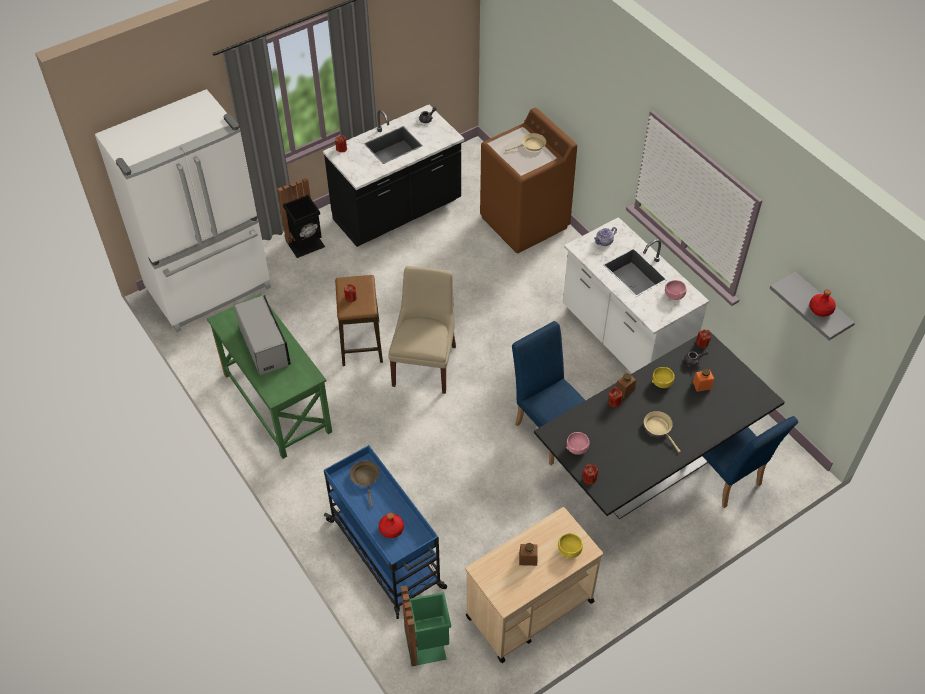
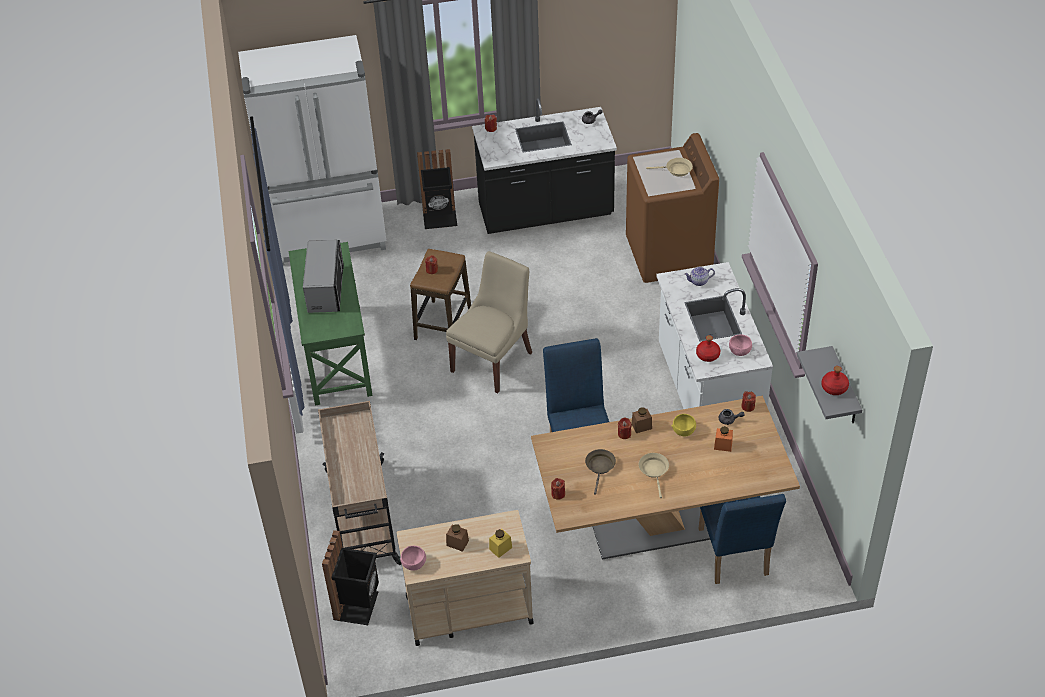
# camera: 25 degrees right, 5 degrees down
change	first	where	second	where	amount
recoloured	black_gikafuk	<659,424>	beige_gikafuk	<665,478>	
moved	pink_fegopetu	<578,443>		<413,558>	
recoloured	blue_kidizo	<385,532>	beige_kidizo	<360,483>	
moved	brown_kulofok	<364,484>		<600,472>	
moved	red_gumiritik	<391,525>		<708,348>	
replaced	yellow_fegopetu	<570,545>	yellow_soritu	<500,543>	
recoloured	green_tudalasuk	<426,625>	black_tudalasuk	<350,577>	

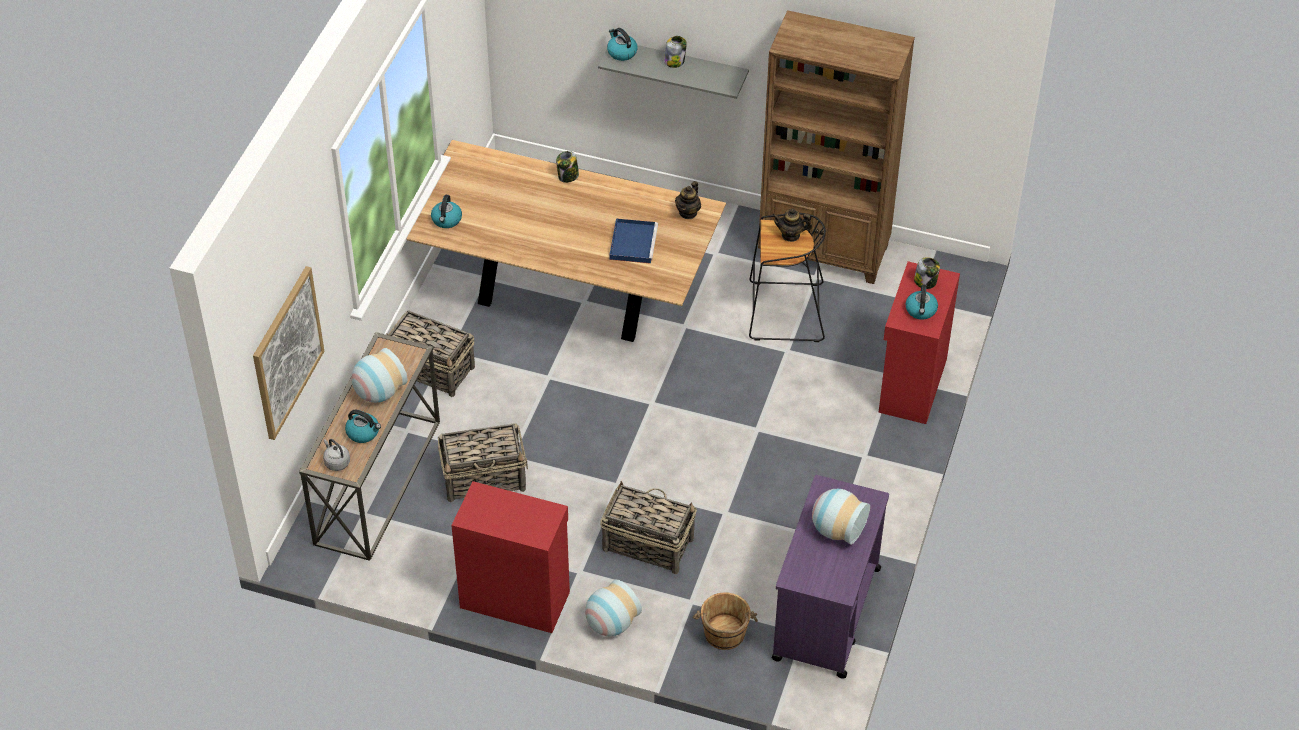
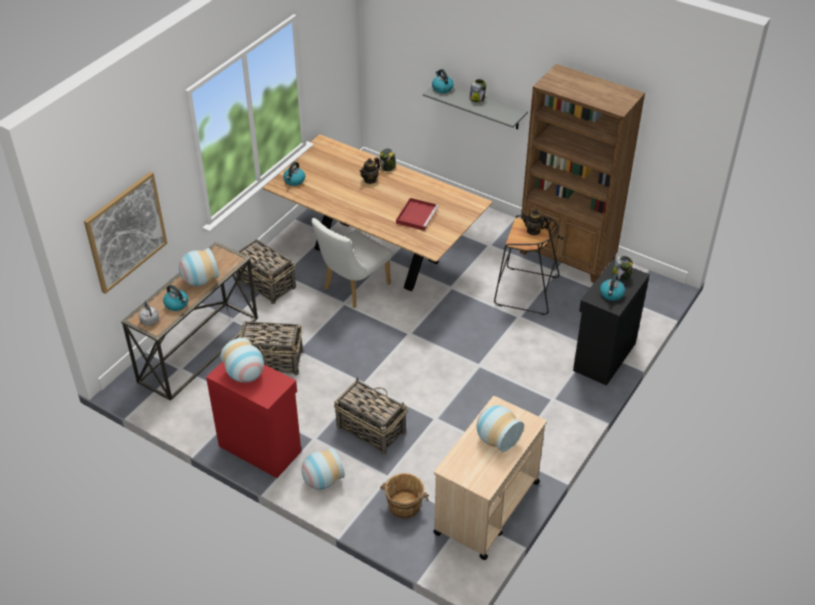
# camera: 15 degrees right, 5 degrees down
change	first	where	second	where	amount
moved	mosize	<688,200>		<370,170>	
recoloured	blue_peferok	<633,241>	red_peferok	<417,214>	
recoloured	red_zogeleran	<919,342>	black_zogeleran	<611,323>	
recoloured	purple_kidizo	<830,577>	beige_kidizo	<490,478>	
added			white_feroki	<351,263>	
added			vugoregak	<242,360>	

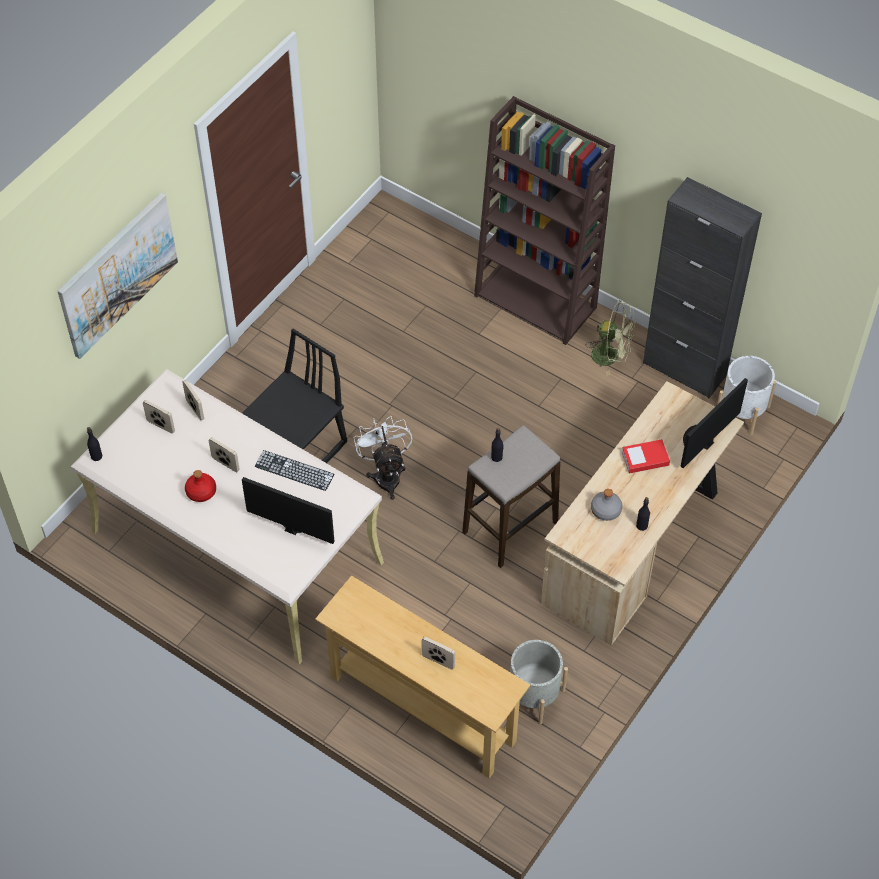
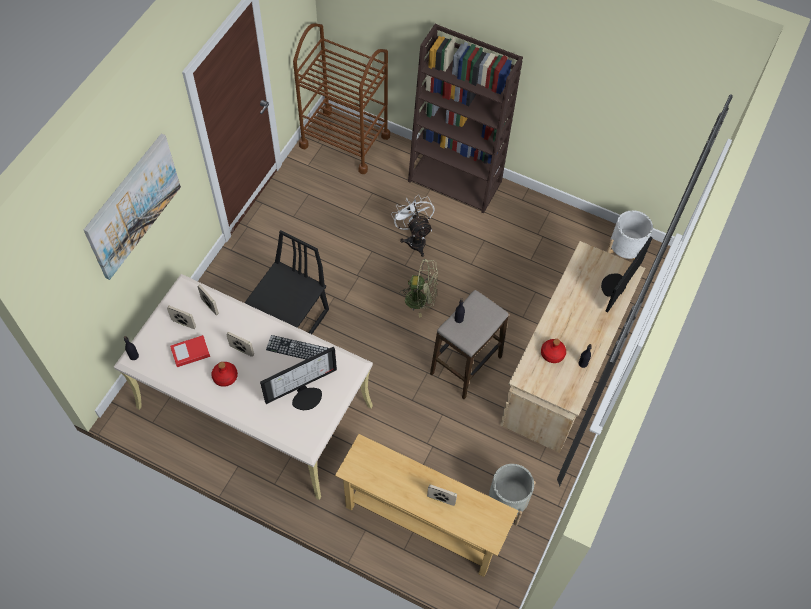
# camera: 10 degrees left, 5 degrees up
change	first	where	second	where	amount
removed	black_zogeleran	<702,287>			
moved	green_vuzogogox	<610,338>		<419,288>	
moved	white_vuzogogox	<383,458>		<413,225>	
moved	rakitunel	<646,456>		<190,351>	
turned	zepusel	<288,510>		<298,378>	135 degrees clockwise
recoloured	grey_gumiritik	<606,505>	red_gumiritik	<553,351>	
added			brown_kidizo	<341,99>	

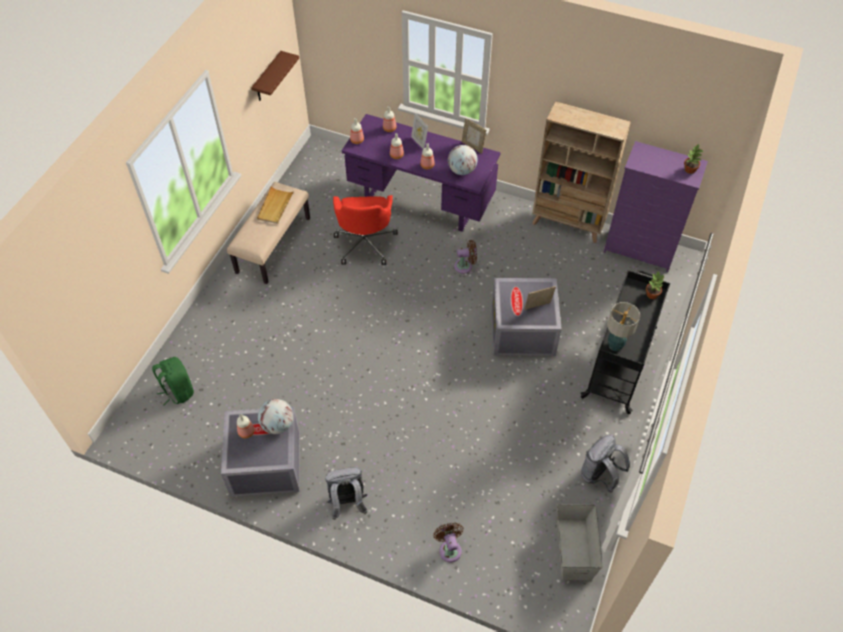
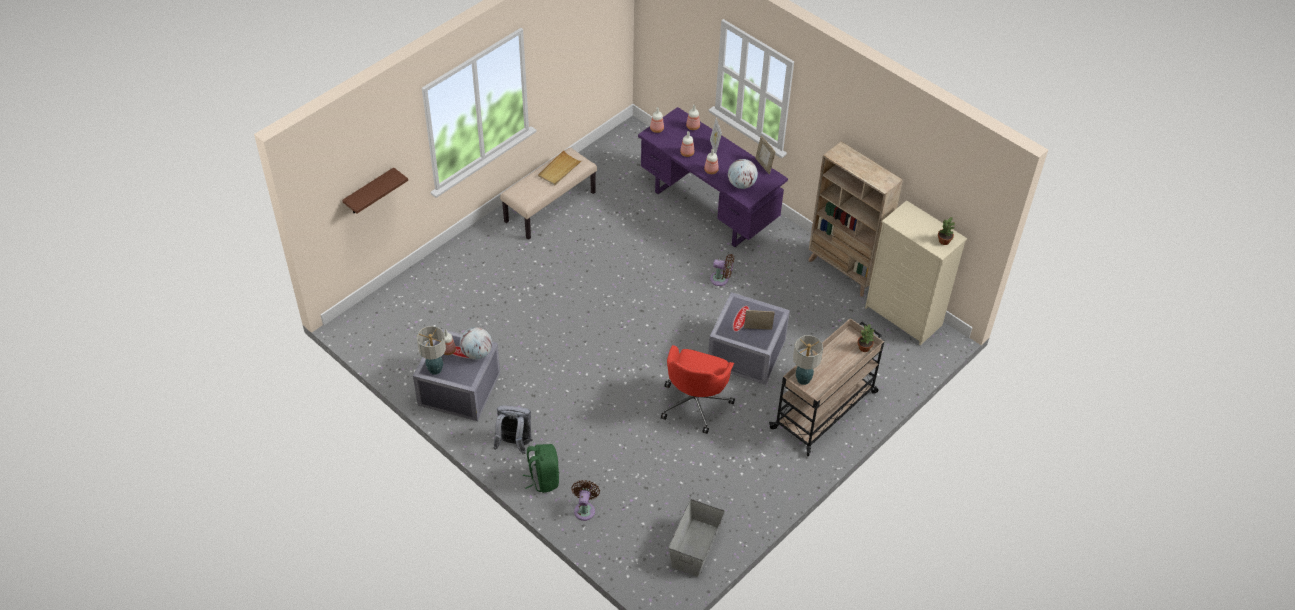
# camera: 20 degrees right, 5 degrees down
change	first	where	second	where	amount
moved	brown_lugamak	<275,76>		<375,190>	
recoloured	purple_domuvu	<656,206>	beige_domuvu	<916,272>	
moved	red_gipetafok	<365,230>		<698,389>	
recoloured	black_kidizo	<625,342>	beige_kidizo	<826,387>	
moved	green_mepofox	<173,381>		<541,468>	
removed	grey_mepofox	<605,464>			
added			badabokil	<431,350>	

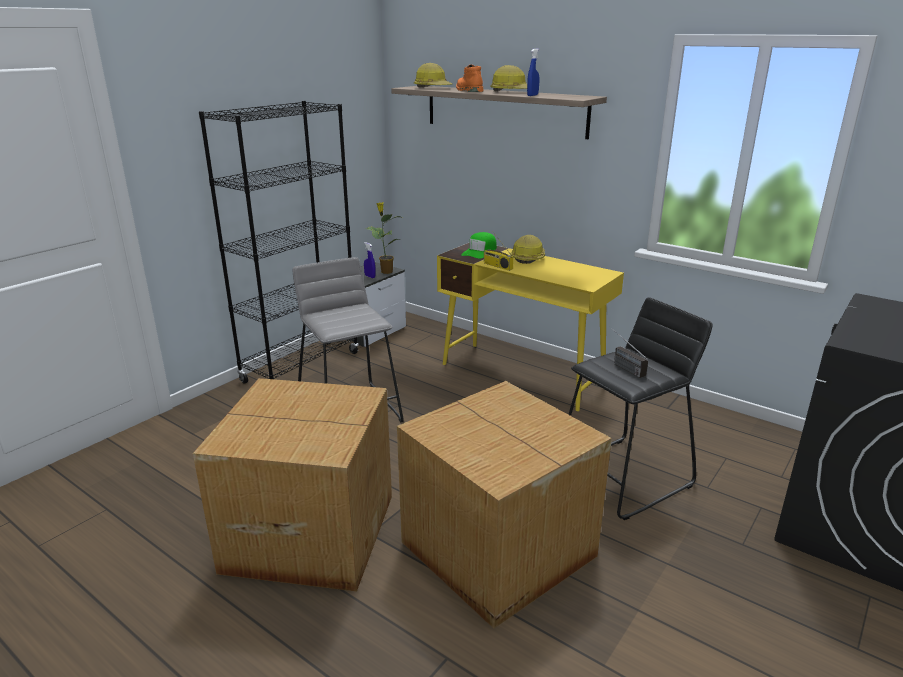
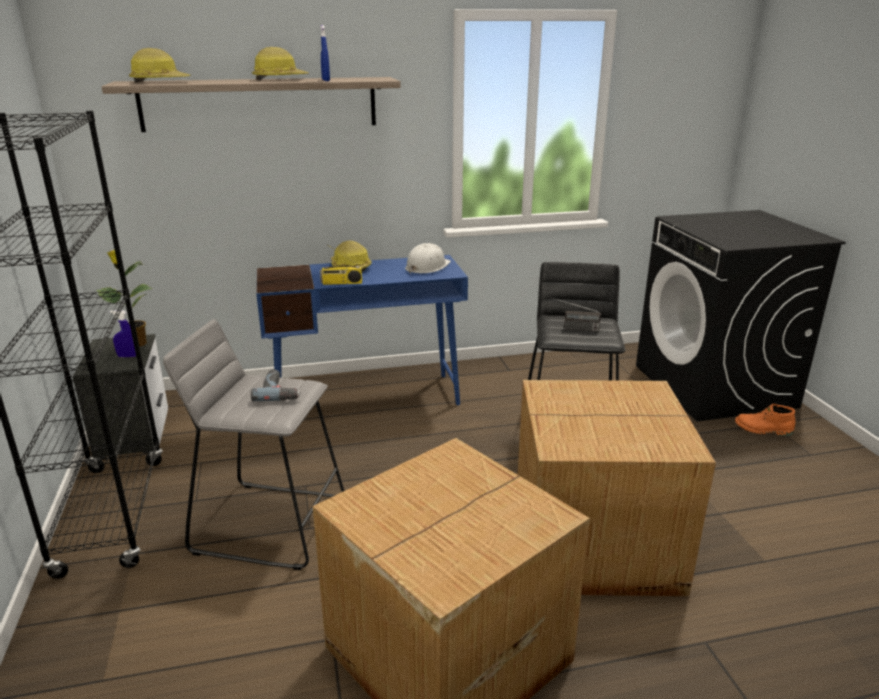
# camera: 50 degrees left, 0 degrees up
change	first	where	second	where	amount
moved	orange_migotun	<469,78>		<765,420>	
removed	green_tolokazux	<479,245>			
recoloured	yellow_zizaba	<530,327>	blue_zizaba	<362,330>	
added			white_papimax	<428,258>	
added			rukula	<276,385>	

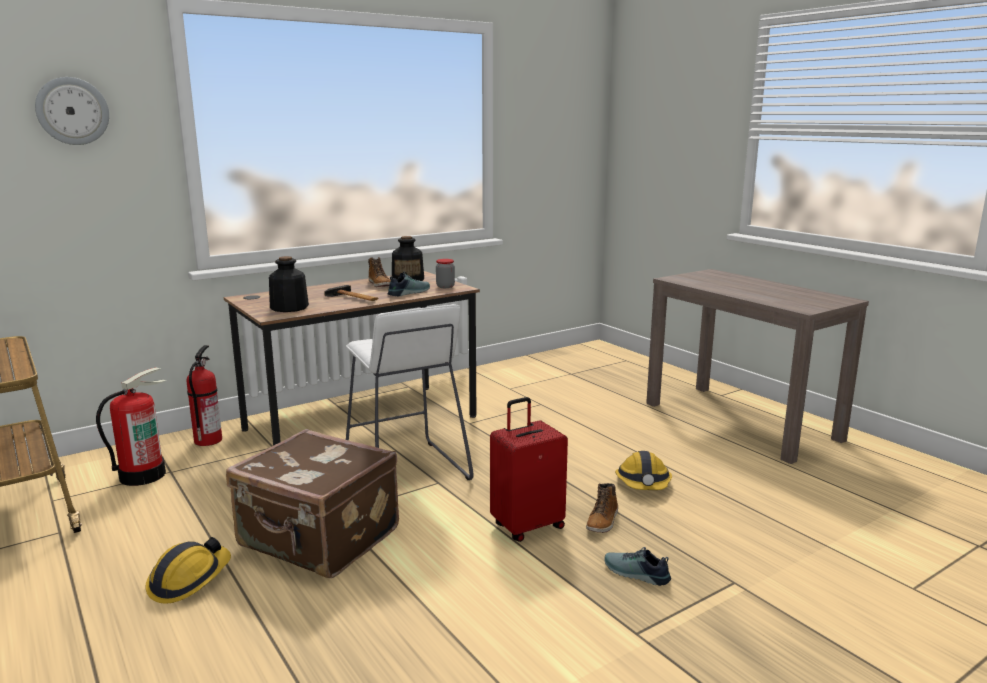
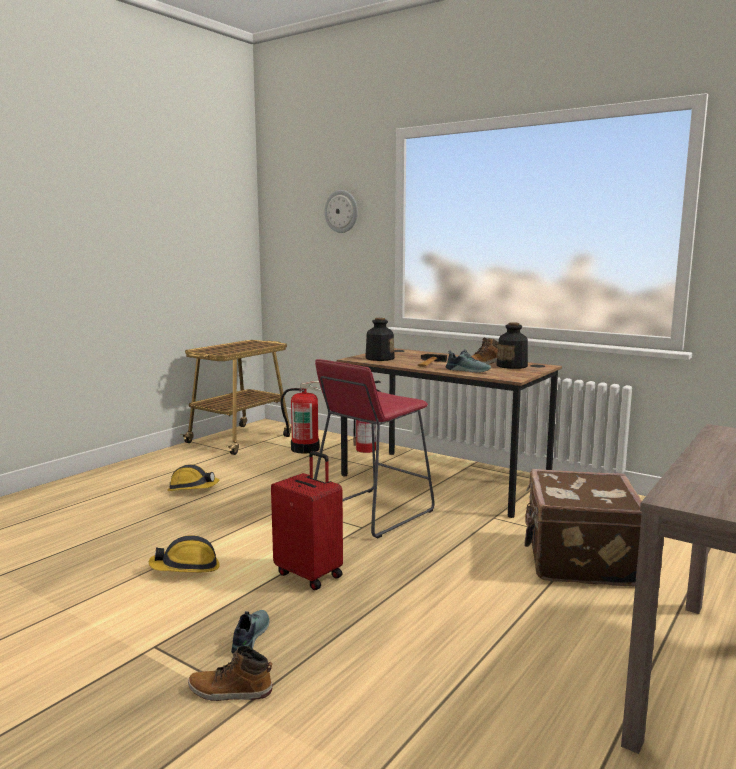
# camera: 70 degrees right, 5 degrees down
change	first	where	second	where	amount
removed	soritu	<445,273>			
recoloured	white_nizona	<410,392>	red_nizona	<374,448>	
moved	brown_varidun	<312,503>		<583,527>	
moved	papimax	<643,470>		<184,553>	
moved	migotun	<602,508>		<230,673>	

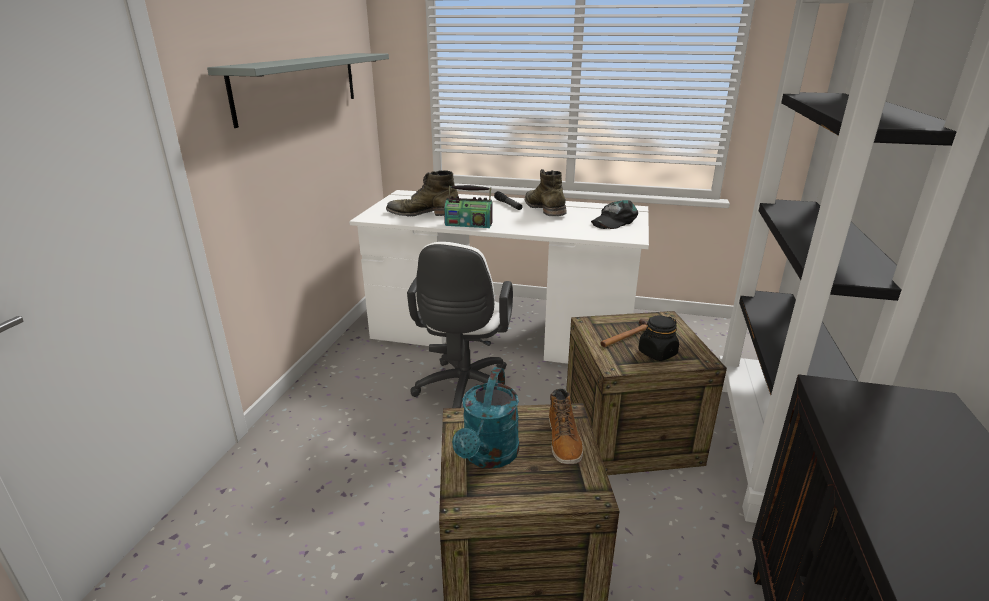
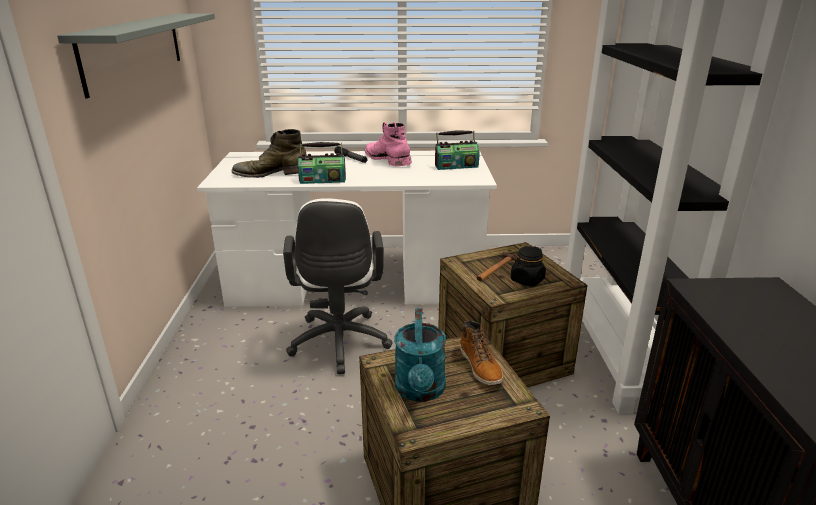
# camera: 15 degrees left, 0 degrees up
change	first	where	second	where	amount
recoloured	green_migotun	<546,192>	pink_migotun	<388,144>	
replaced	black_tolokazux	<614,214>	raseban	<457,150>	

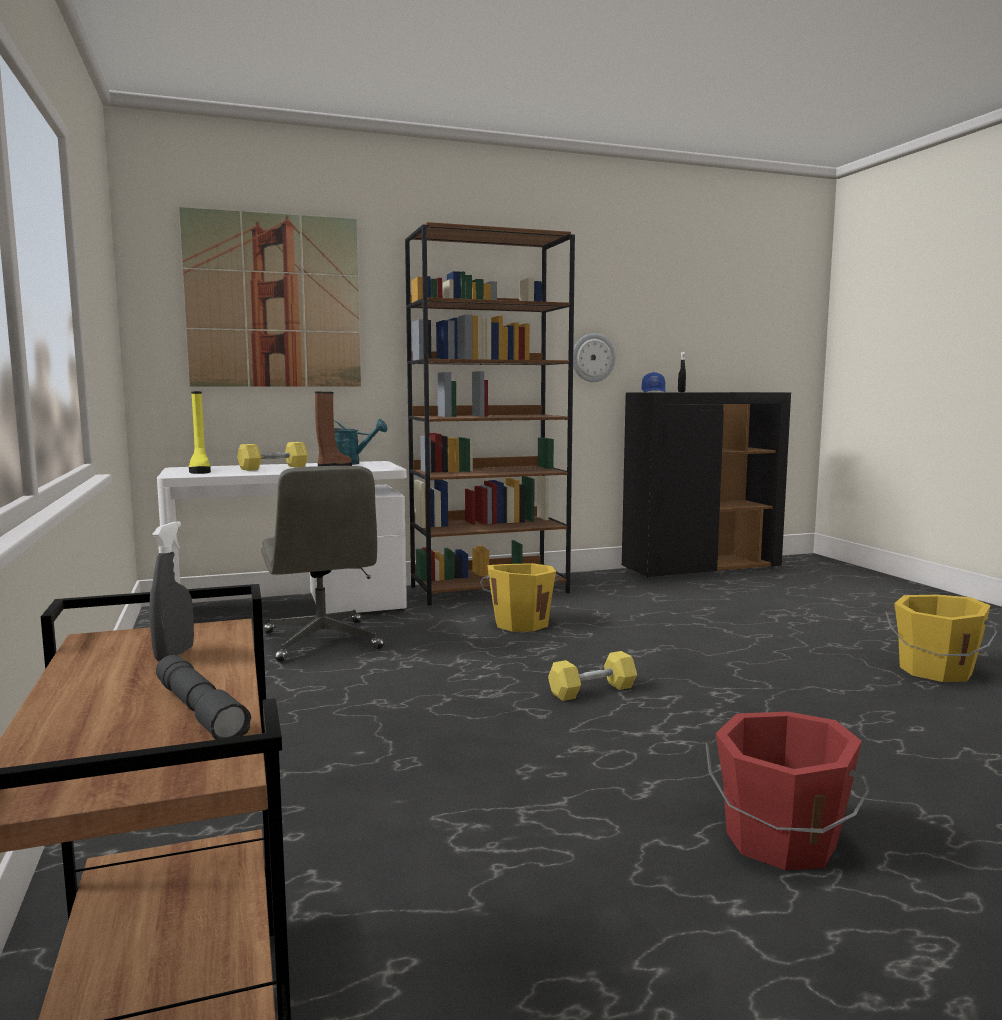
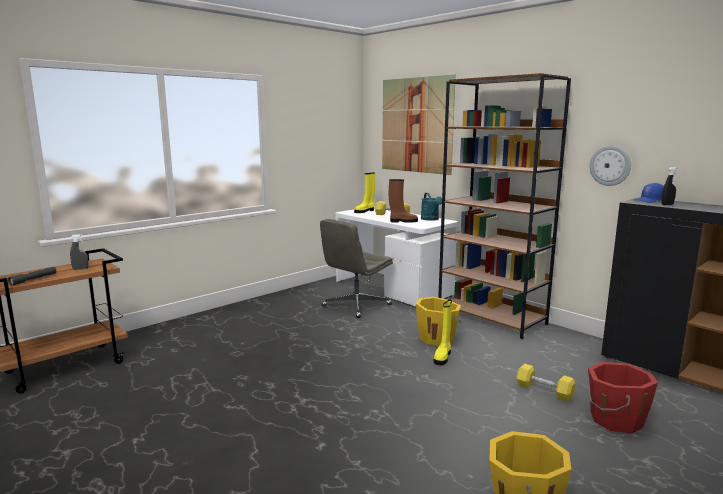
# camera: 65 degrees right, 5 degrees up
change	first	where	second	where	amount
moved	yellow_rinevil	<592,676>		<546,383>	
moved	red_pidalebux	<788,791>		<622,397>	
added			yellow_migotun	<442,332>	

